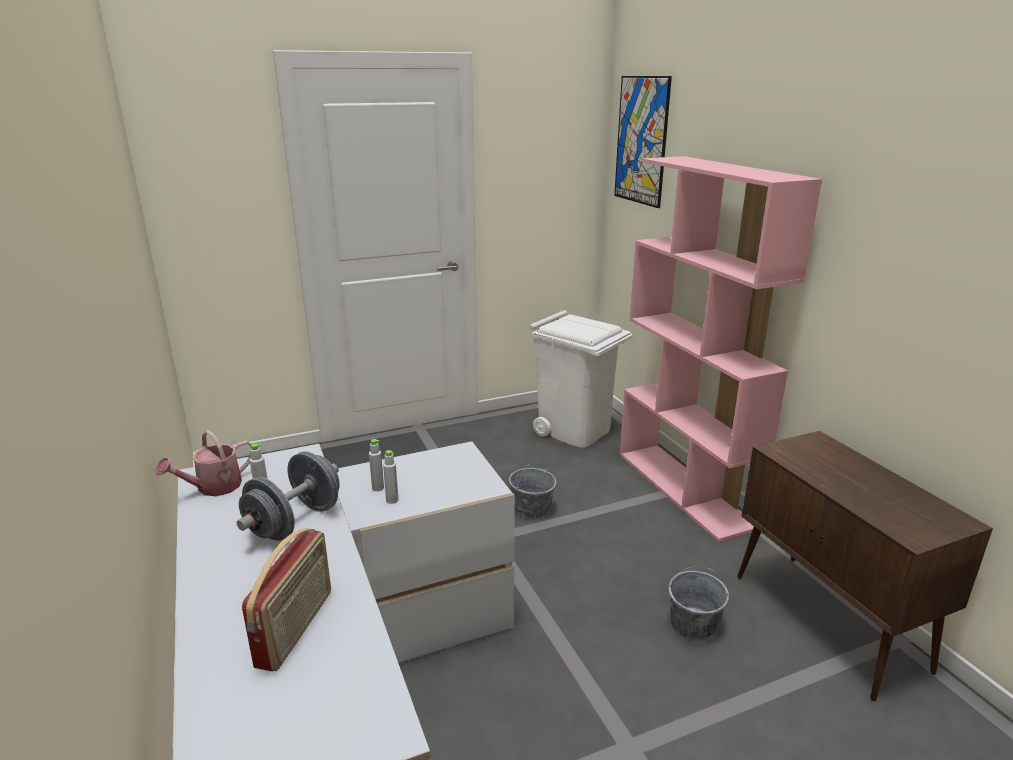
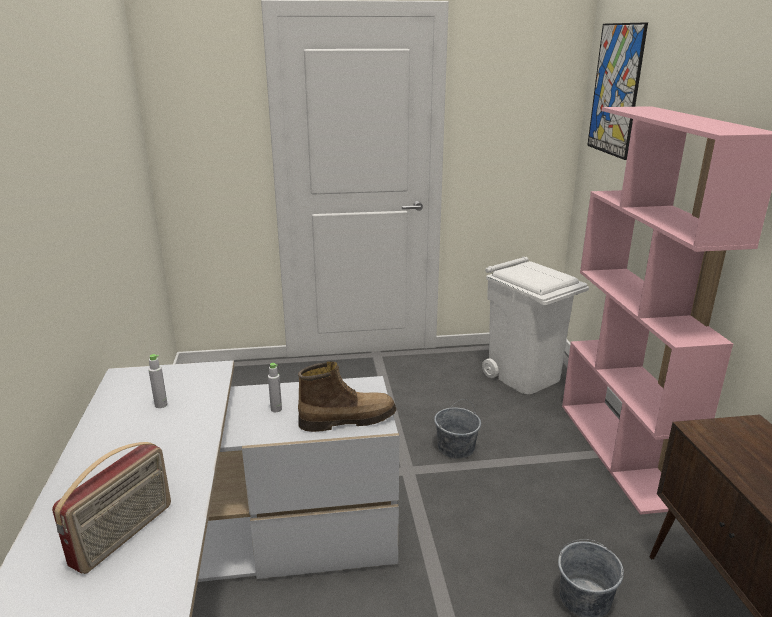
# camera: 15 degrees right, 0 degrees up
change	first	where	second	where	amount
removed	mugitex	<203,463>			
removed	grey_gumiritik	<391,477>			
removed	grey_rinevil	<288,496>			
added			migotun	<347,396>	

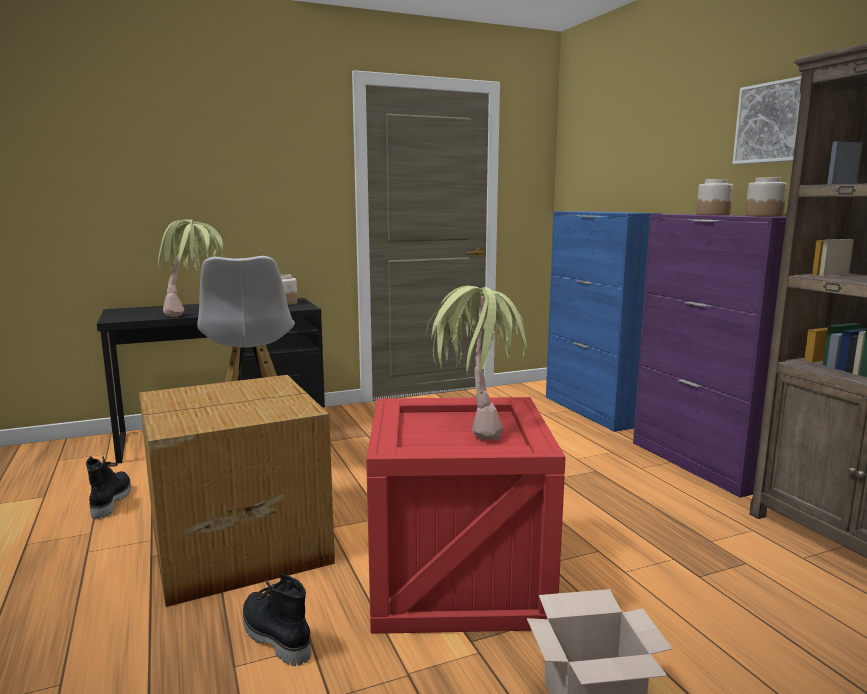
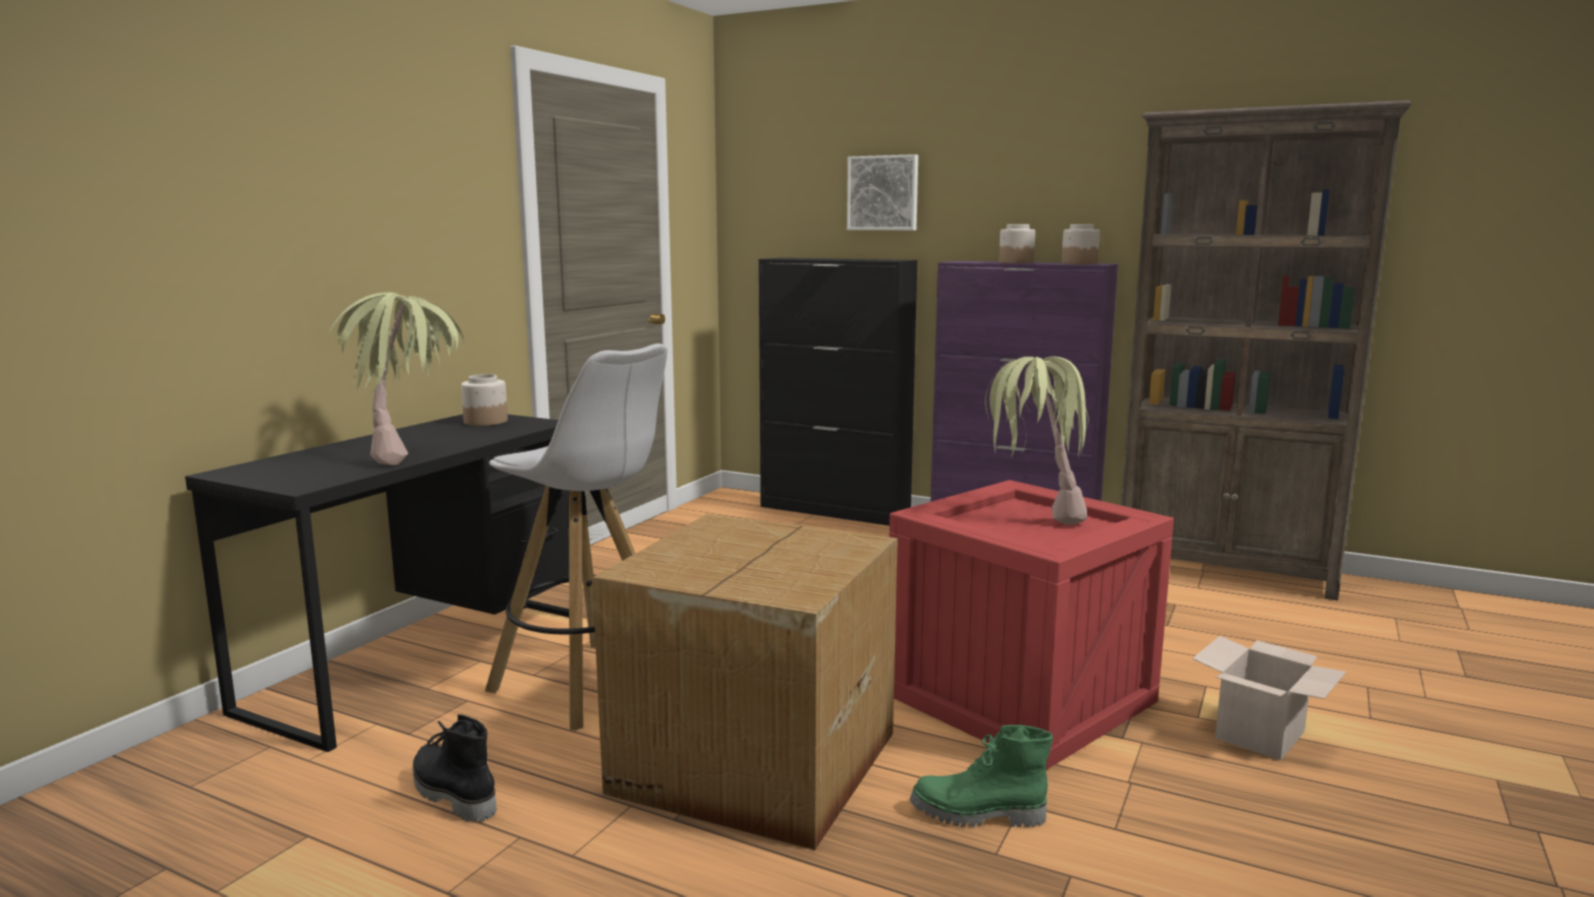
# camera: 40 degrees left, 0 degrees up
change	first	where	second	where	amount
moved	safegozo	<767,120>		<882,192>	
recoloured	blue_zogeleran	<604,321>	black_zogeleran	<838,392>	
recoloured	black_migotun	<277,620>	green_migotun	<981,776>	

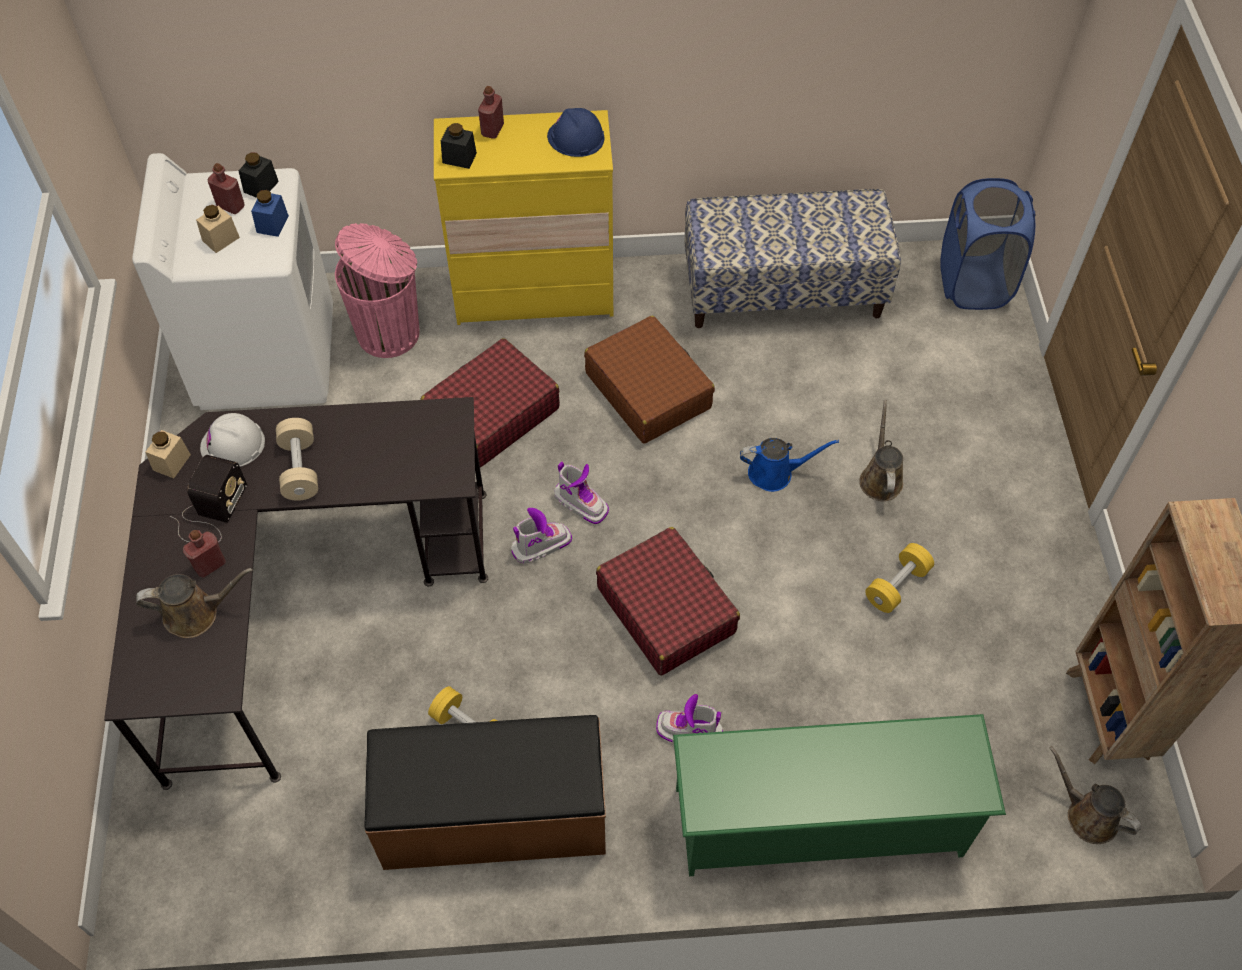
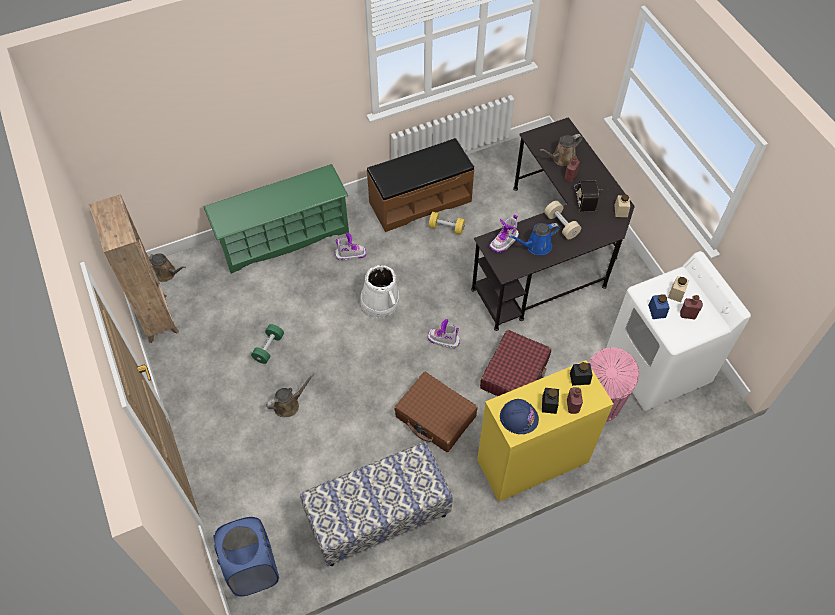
# camera: 160 degrees right, 0 degrees up
change	first	where	second	where	amount
moved	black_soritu	<258,175>		<550,401>	
turned	brown_mugitex	<881,450>		<290,395>	105 degrees counterclockwise
removed	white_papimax	<232,440>			
moved	blue_mugitex	<789,465>		<534,239>	
moved	migotun	<541,536>		<504,233>	
replaced	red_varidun	<668,601>	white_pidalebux	<379,291>	
recoloured	yellow_rinevil	<899,578>	green_rinevil	<267,344>	

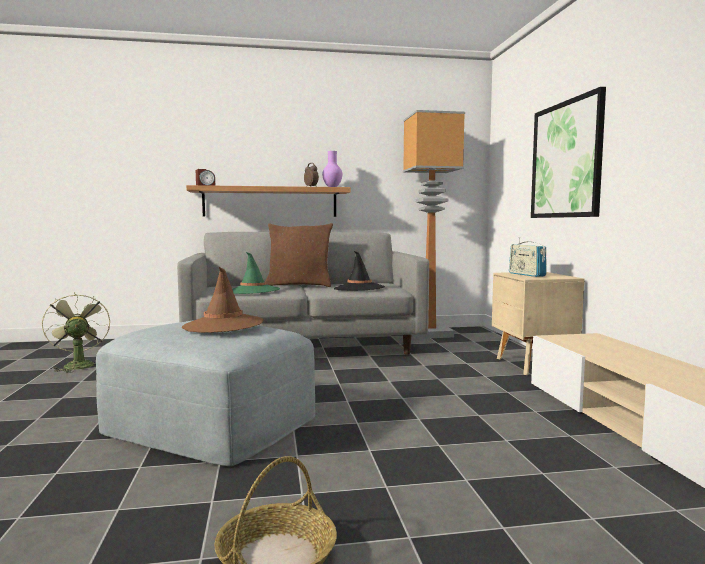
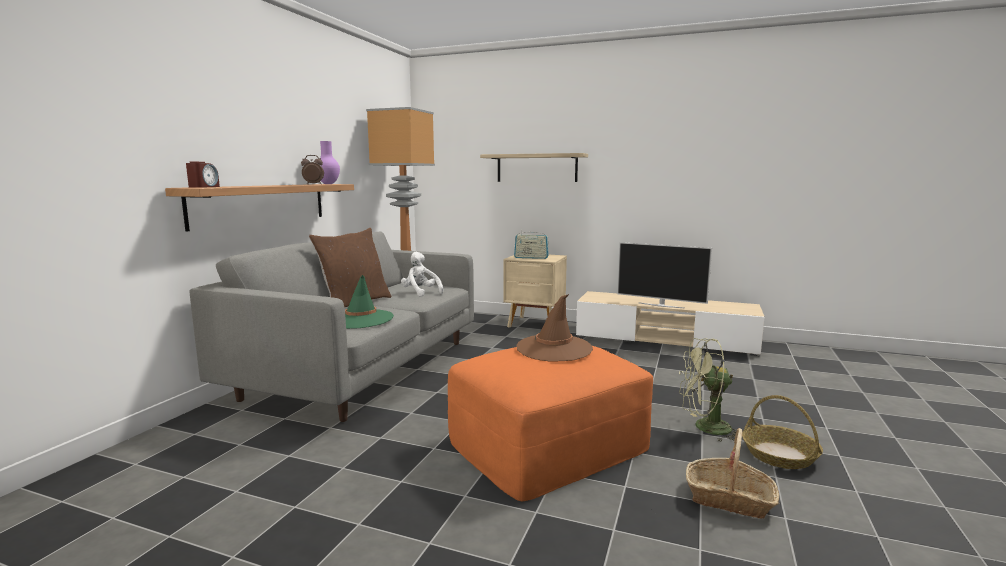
# camera: 60 degrees left, 5 degrees up
change	first	where	second	where	amount
replaced	safegozo	<568,152>	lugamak	<534,167>	
replaced	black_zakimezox	<359,271>	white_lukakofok	<422,274>	
moved	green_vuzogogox	<76,332>		<711,390>	
recoloured	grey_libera	<205,393>	orange_libera	<550,423>	
added			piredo	<664,275>	
added			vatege	<732,473>	

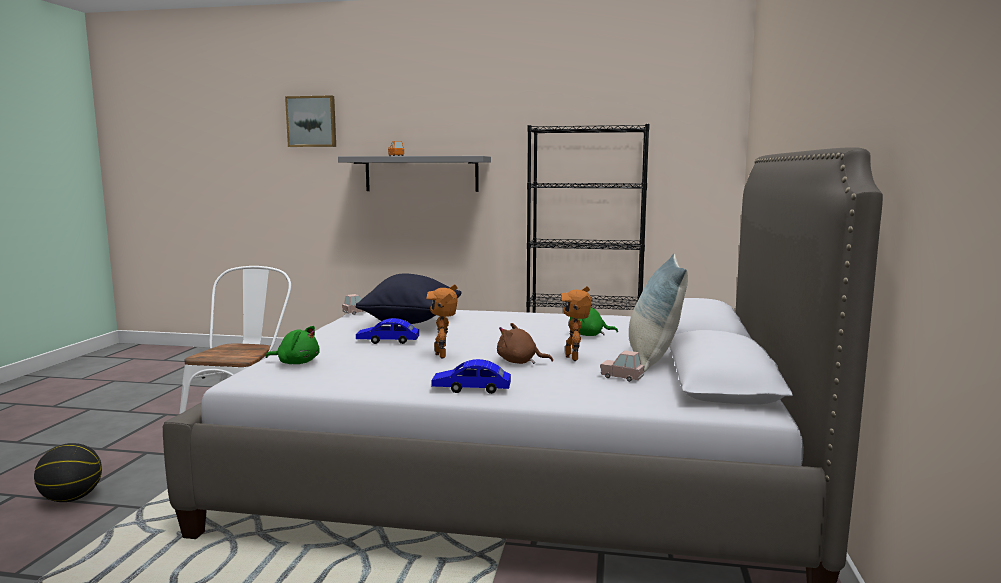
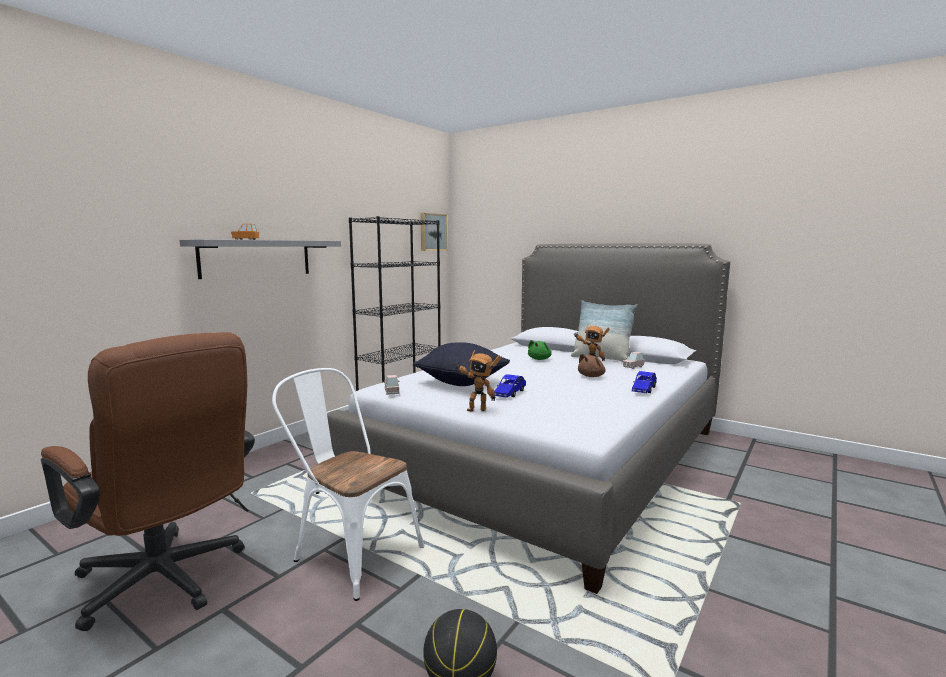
# camera: 65 degrees left, 0 degrees up
change	first	where	second	where	amount
moved	safegozo	<310,121>		<434,232>	
moved	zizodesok	<442,321>		<478,381>	
removed	green_lukakofok	<293,345>			
added			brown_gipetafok	<148,481>	

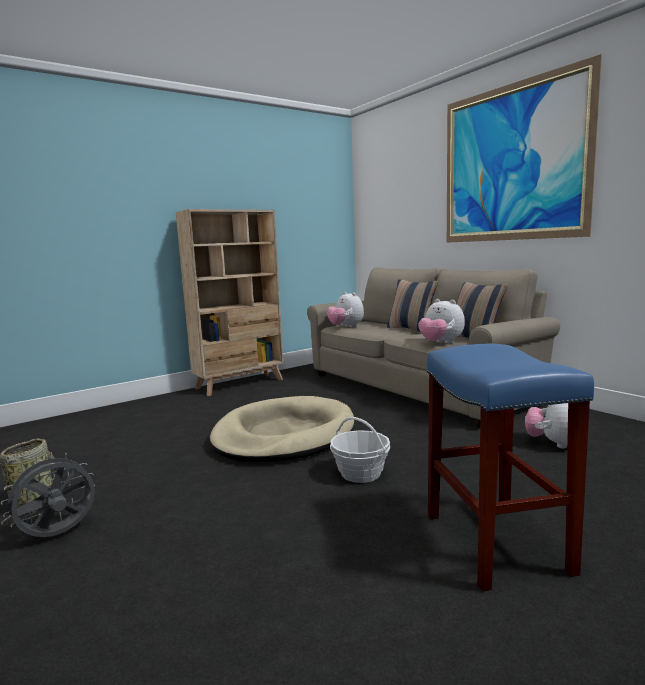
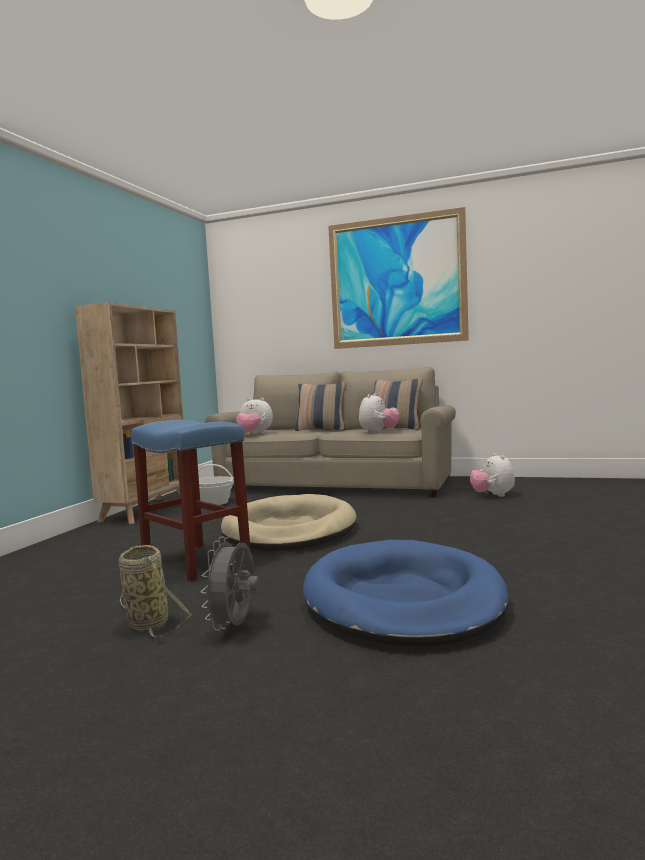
# camera: 35 degrees left, 5 degrees down
change	first	where	second	where	amount
turned	lukakofok	<441,321>		<379,413>	75 degrees counterclockwise
moved	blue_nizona	<510,467>		<191,501>	
moved	vatege	<360,450>		<216,484>	
added			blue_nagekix	<406,593>	

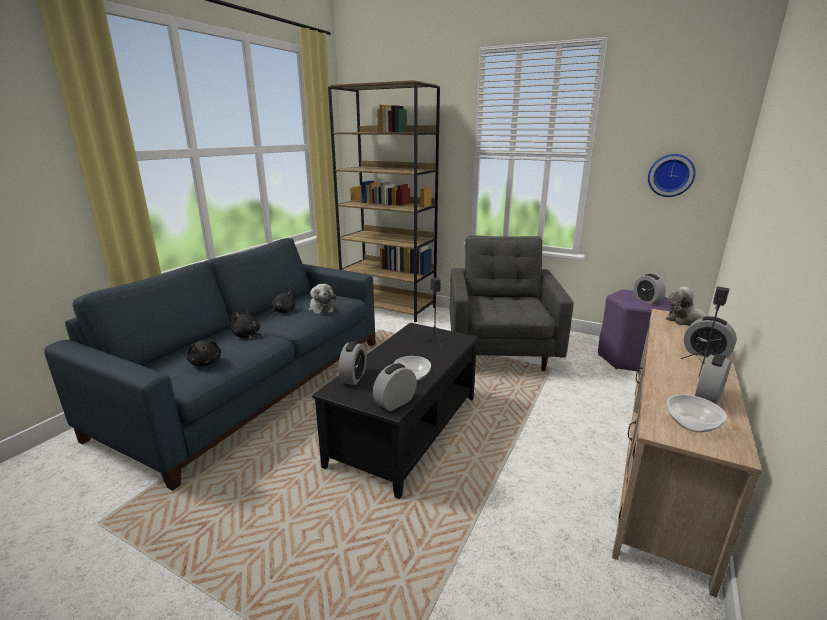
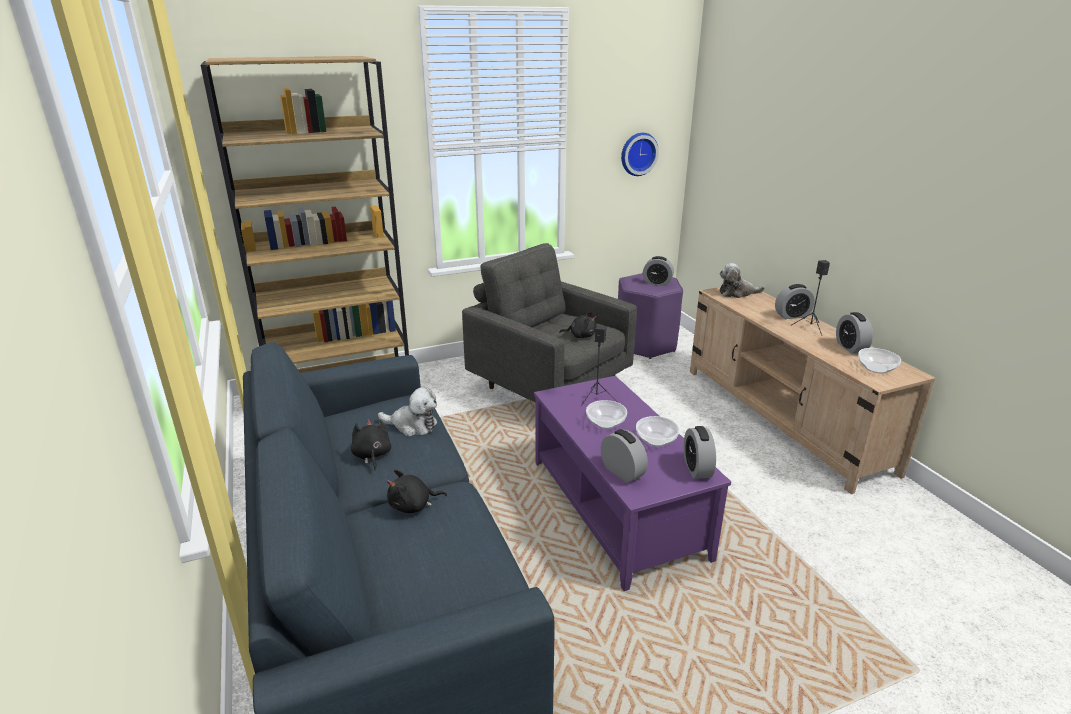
# camera: 50 degrees left, 5 degrees up
change	first	where	second	where	amount
recoloured	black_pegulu	<395,411>	purple_pegulu	<632,483>	
moved	black_lukakofok	<204,353>		<578,325>	
added			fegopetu	<606,414>	

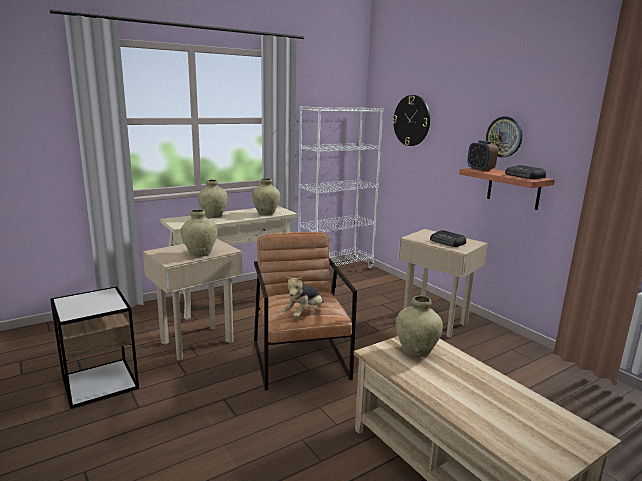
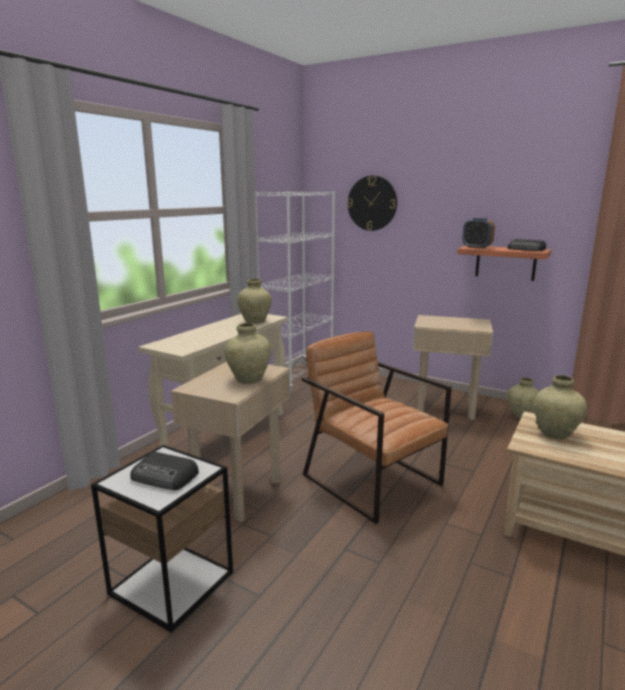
# camera: 25 degrees left, 0 degrees up
change	first	where	second	where	amount
removed	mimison	<504,136>			
moved	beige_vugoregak	<213,198>		<523,398>	
moved	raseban	<448,238>		<165,471>	
removed	lukakofok	<303,297>			

